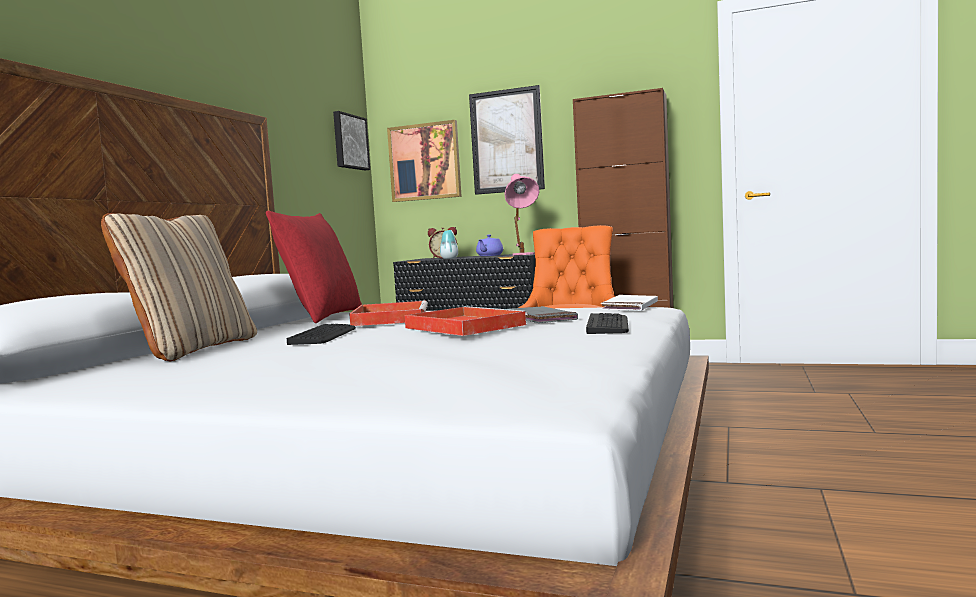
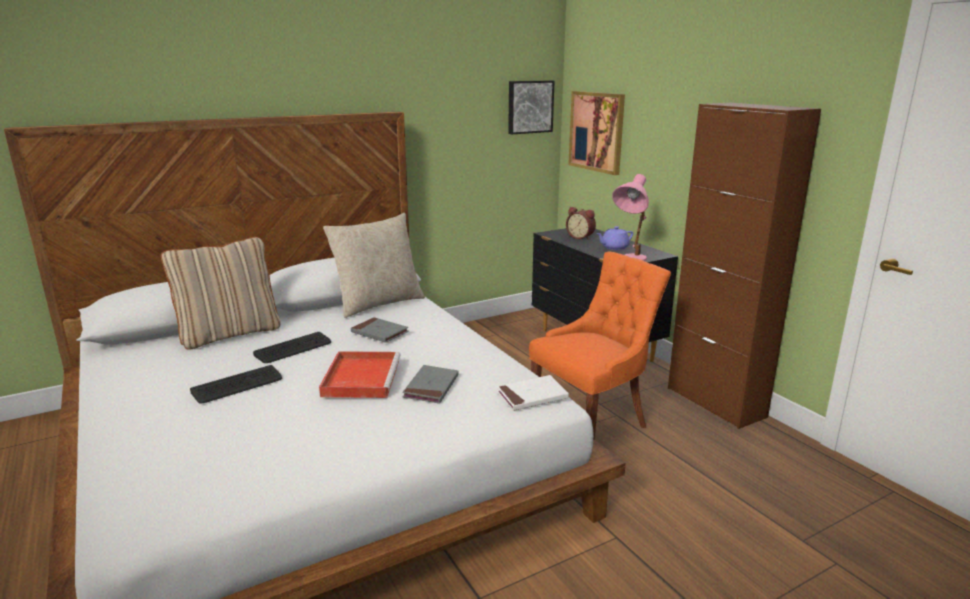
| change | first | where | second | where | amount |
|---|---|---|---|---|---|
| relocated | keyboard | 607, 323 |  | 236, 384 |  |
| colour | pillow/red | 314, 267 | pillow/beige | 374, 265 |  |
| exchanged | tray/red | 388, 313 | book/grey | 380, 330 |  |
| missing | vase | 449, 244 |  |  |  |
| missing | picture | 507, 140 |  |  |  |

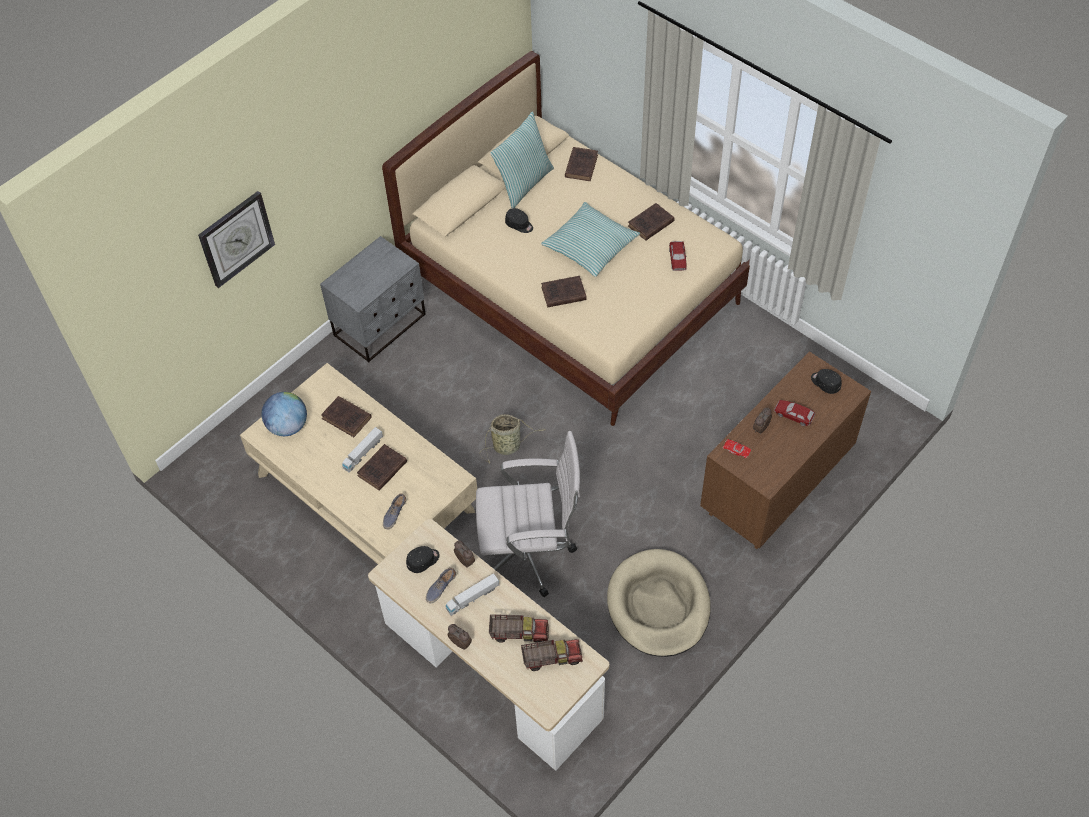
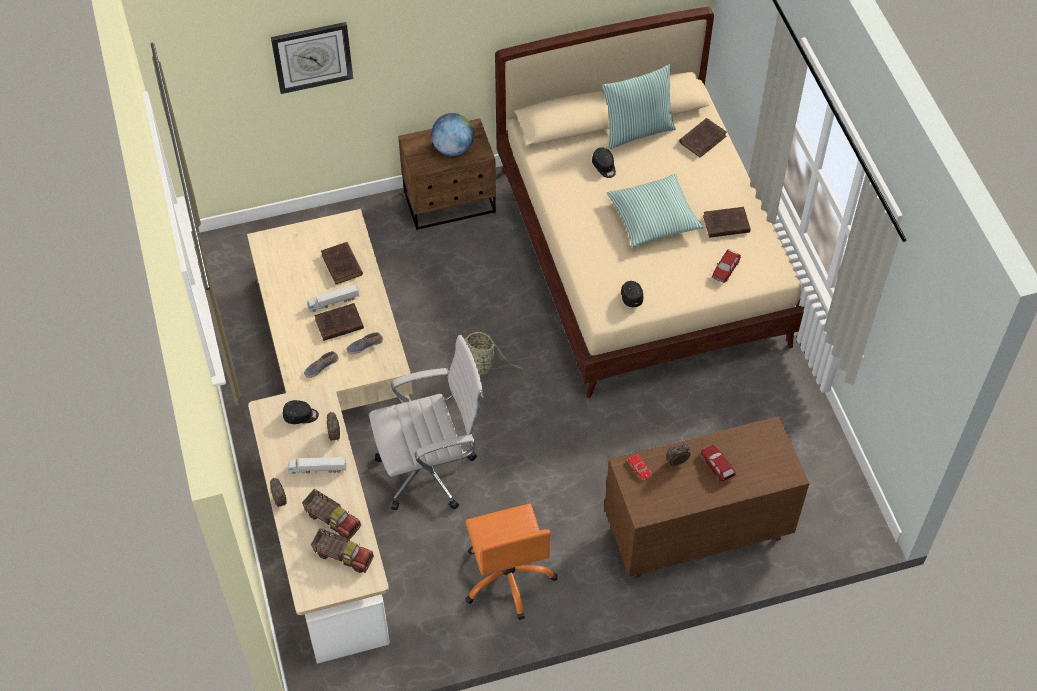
| change | first | where | second | where | amount |
|---|---|---|---|---|---|
| relocated | shoe | 441, 585 |  | 365, 343 |  |
| spun | office chair/white | 528, 514 |  | 426, 422 | 45 degrees counterclockwise |
| colour | nightstand/grey | 373, 299 | nightstand/brown | 447, 174 |  |
| relocated | globe | 284, 414 |  | 452, 134 |  |
| exchanged | dog bed/beige | 659, 603 | office chair/orange | 511, 561 |  |
| relocated | cap/black | 826, 381 |  | 632, 294 |  |
| missing | book/brown | 564, 292 |  |  |  |

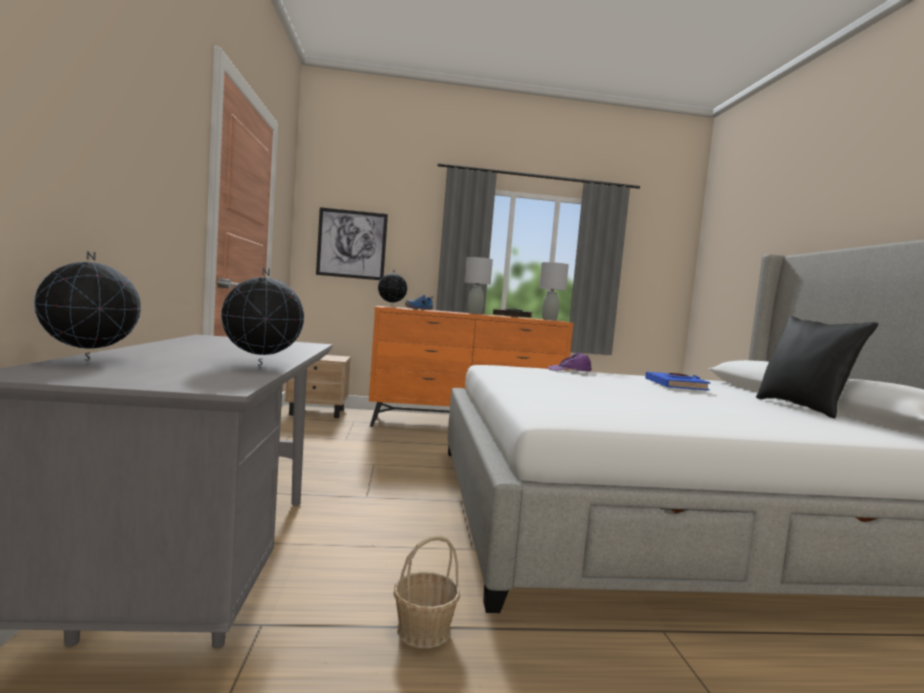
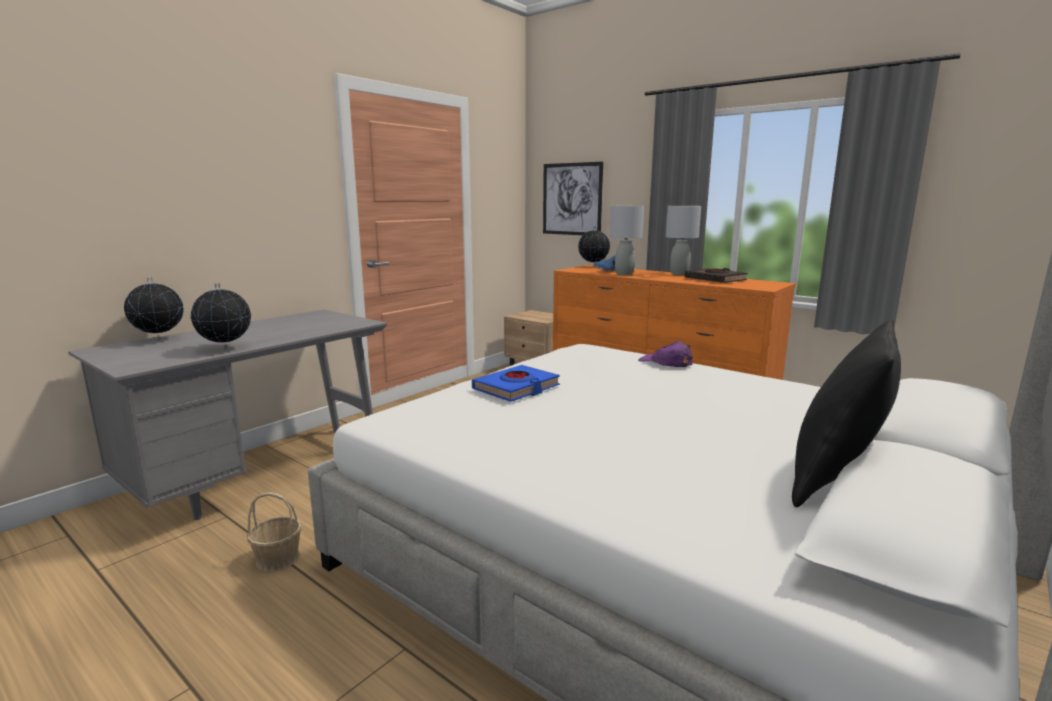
| change | first | where | second | where | amount |
|---|---|---|---|---|---|
| relocated | book/blue | 677, 381 |  | 516, 383 |  |
| relocated | table lamp/grey | 554, 291 |  | 627, 240 |  |

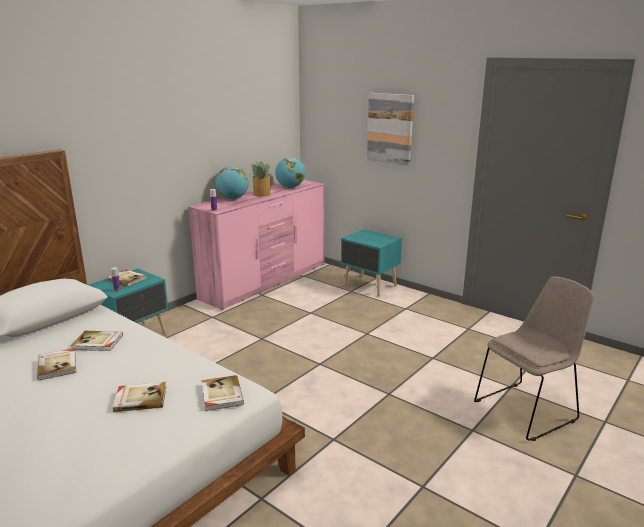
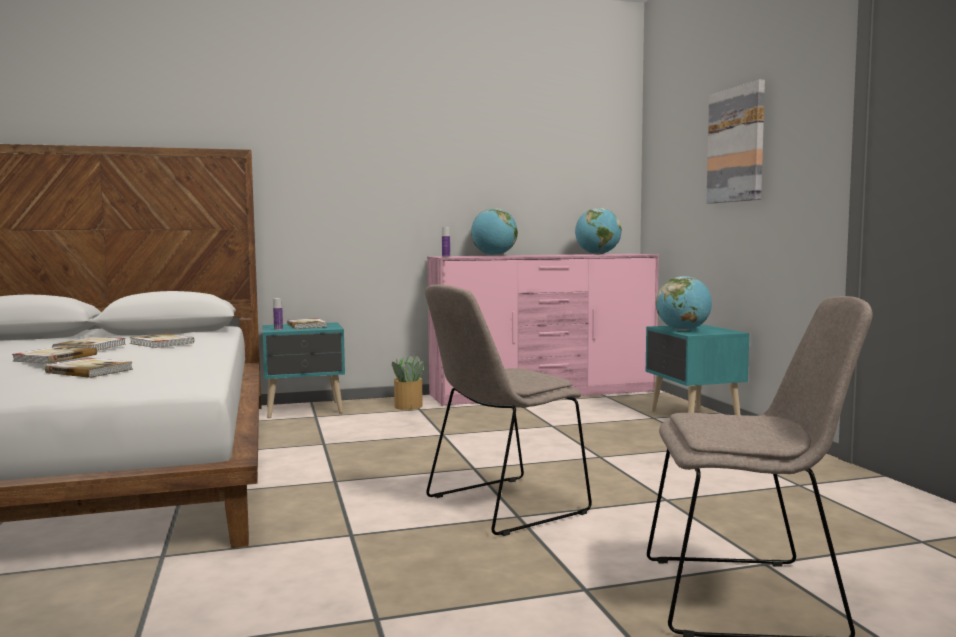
| change | first | where | second | where | amount |
|---|---|---|---|---|---|
| relocated | book | 222, 393 |  | 54, 355 |  |
| relocated | potted plant | 261, 179 |  | 408, 382 |  |
| appeared |  |  | chair/beige | 508, 410 |  |
| appeared |  |  | globe | 684, 303 |  |

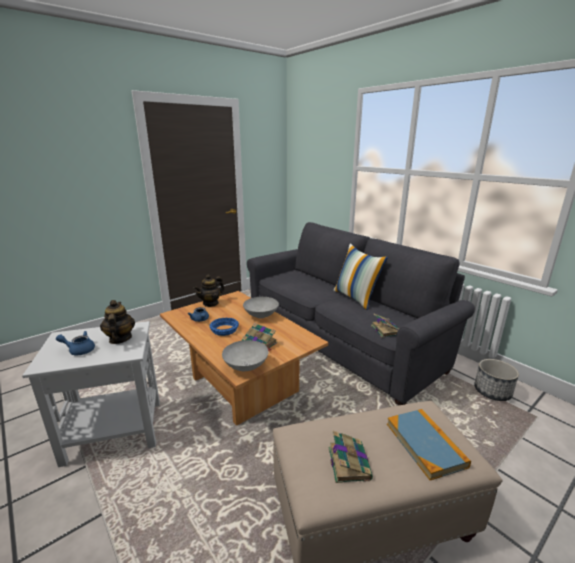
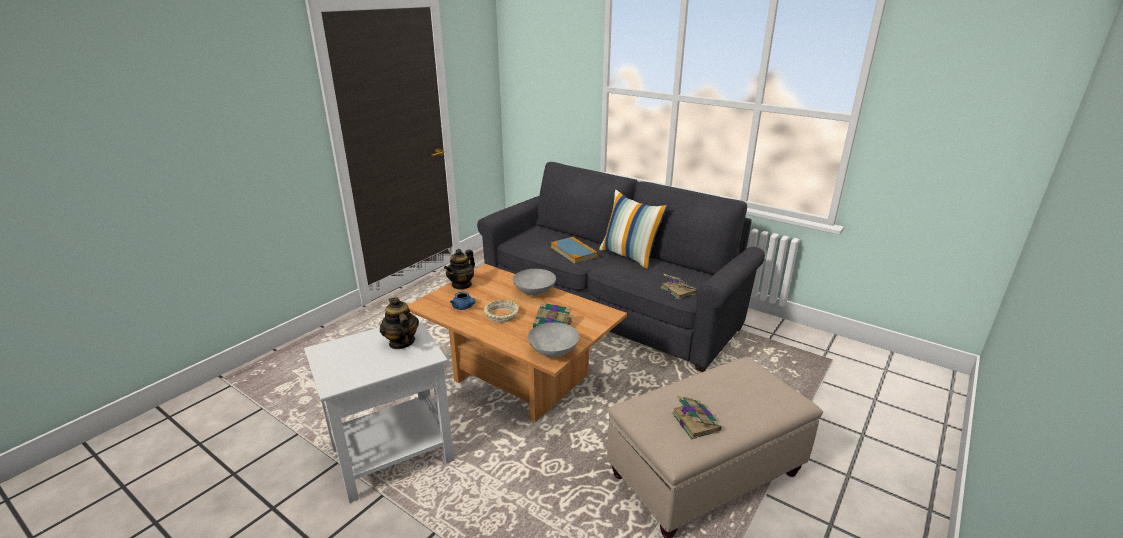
| change | first | where | second | where | amount |
|---|---|---|---|---|---|
| colour | bowl/blue | 224, 326 | bowl/beige | 501, 311 |  |
| relocated | book | 429, 444 |  | 574, 250 |  |
| missing | teapot/blue | 75, 343 |  |  |  |
| missing | planter | 496, 380 |  |  |  |

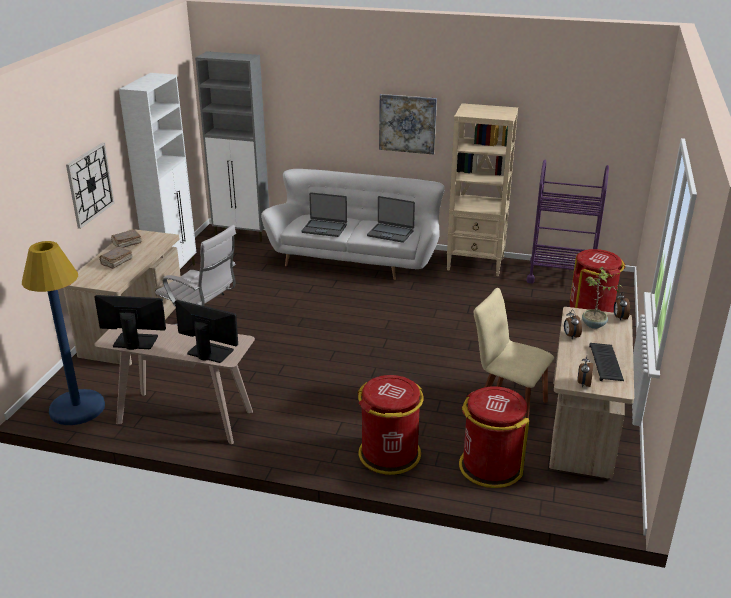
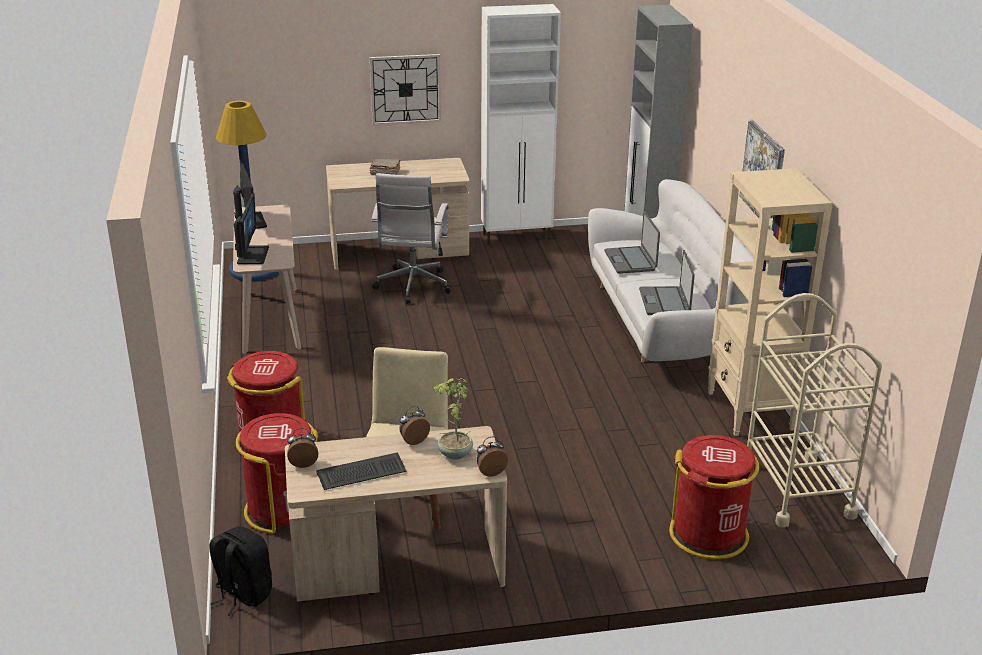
| change | first | where | second | where | amount |
|---|---|---|---|---|---|
| appeared |  |  | backpack/black | 240, 571 |  |
| colour | cart/purple | 567, 221 | cart/beige | 814, 410 |  |
| missing | book/brown | 126, 239 |  |  |  |

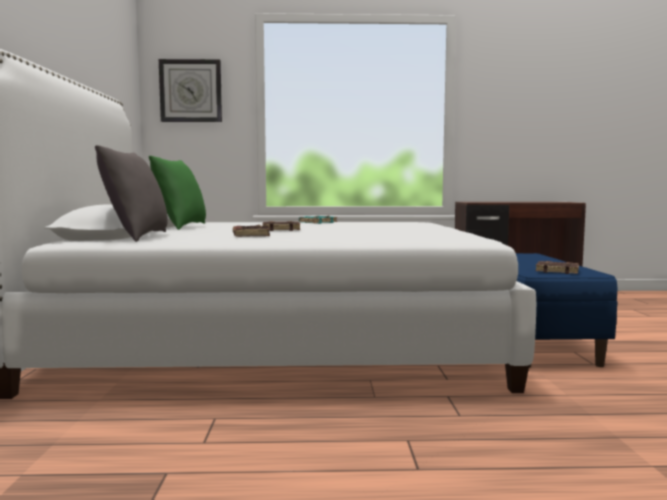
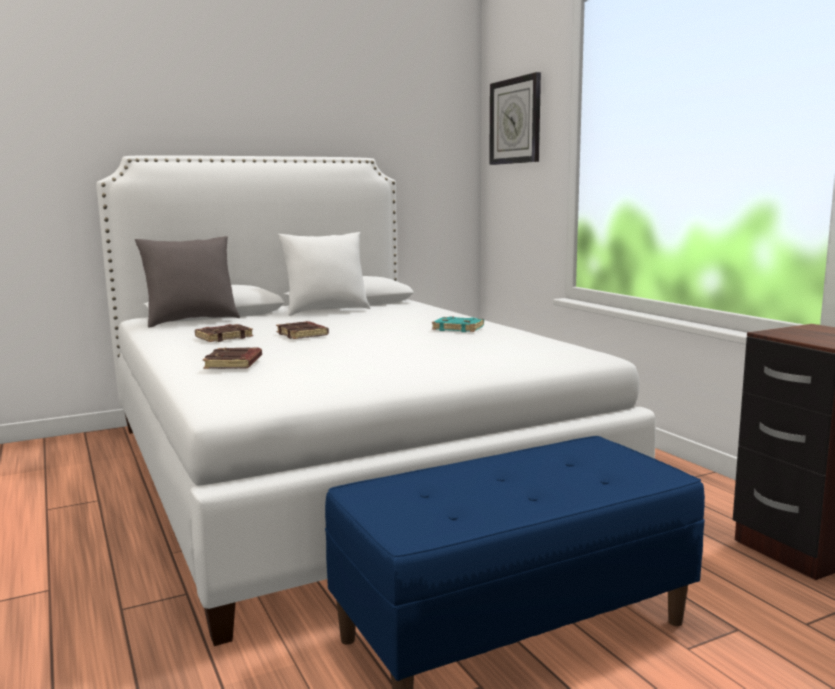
| change | first | where | second | where | amount |
|---|---|---|---|---|---|
| relocated | book/brown | 557, 267 |  | 232, 358 |  |
| colour | pillow/green | 177, 193 | pillow/white | 324, 274 |  |

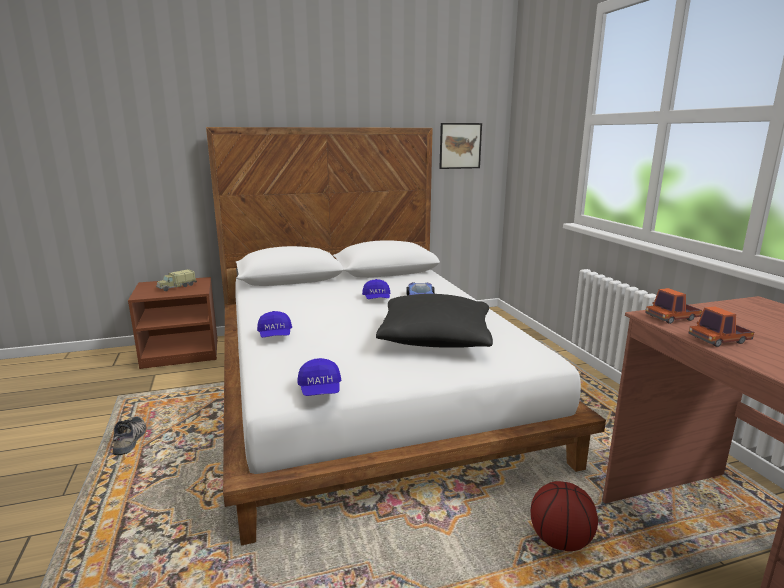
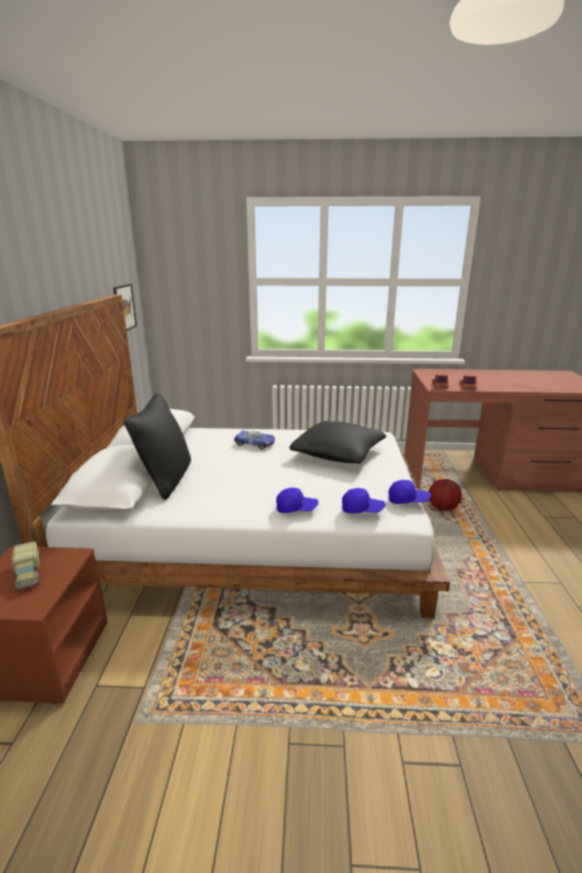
| change | first | where | second | where | amount |
|---|---|---|---|---|---|
| appeared |  |  | pillow/black | 157, 446 |  |
| relocated | cap/blue | 376, 289 |  | 364, 501 |  |
| missing | shoe | 129, 435 |  |  |  |

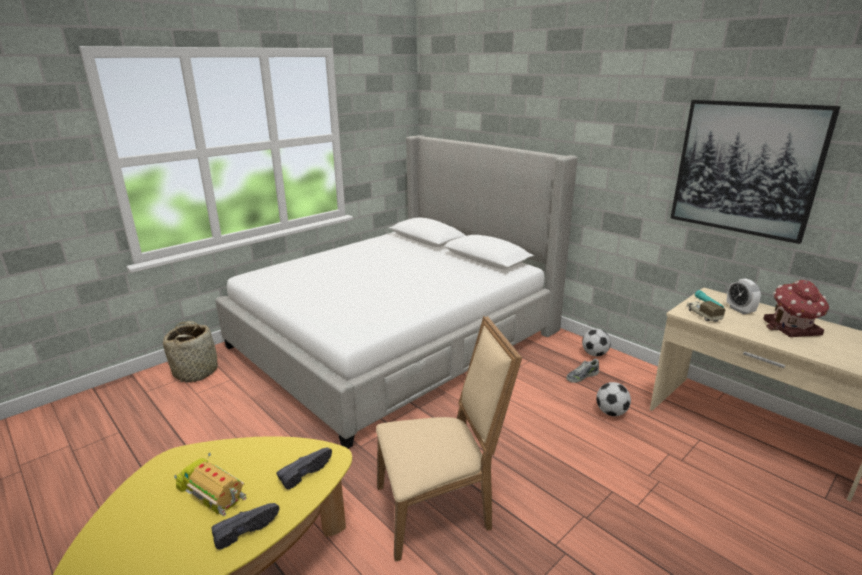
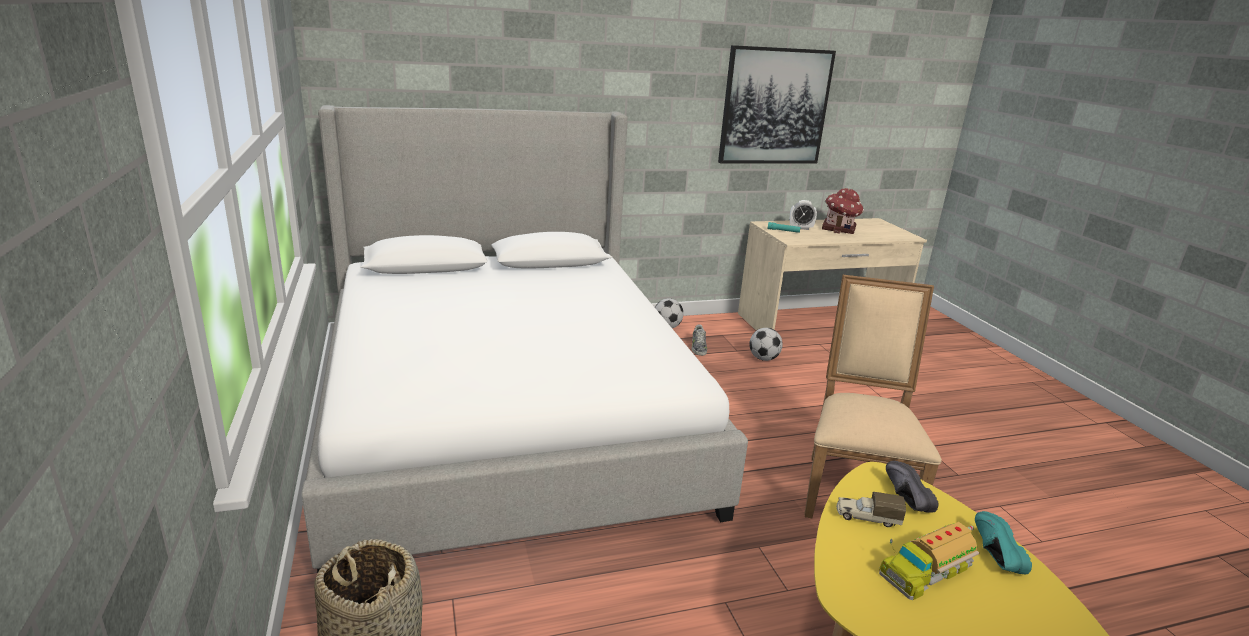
| change | first | where | second | where | amount |
|---|---|---|---|---|---|
| relocated | toy truck | 705, 311 |  | 871, 509 |  |
| colour | shoe/black | 245, 526 | shoe/turquoise | 1003, 542 |  |

